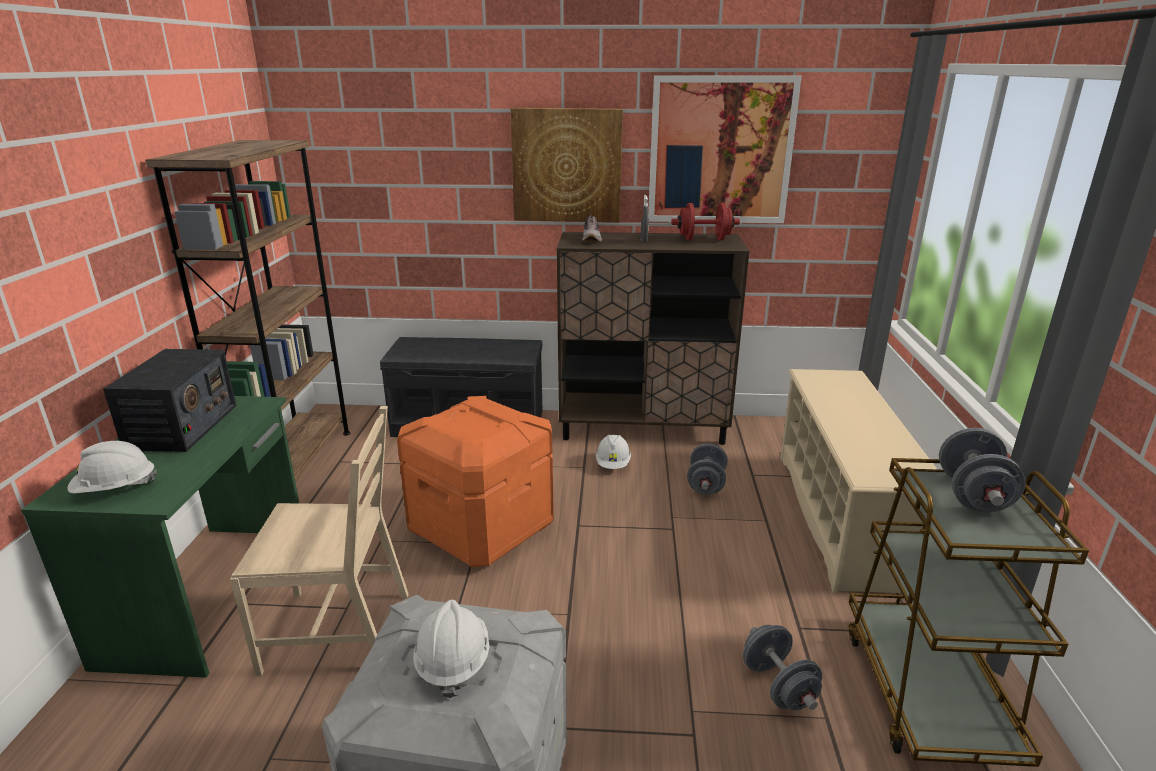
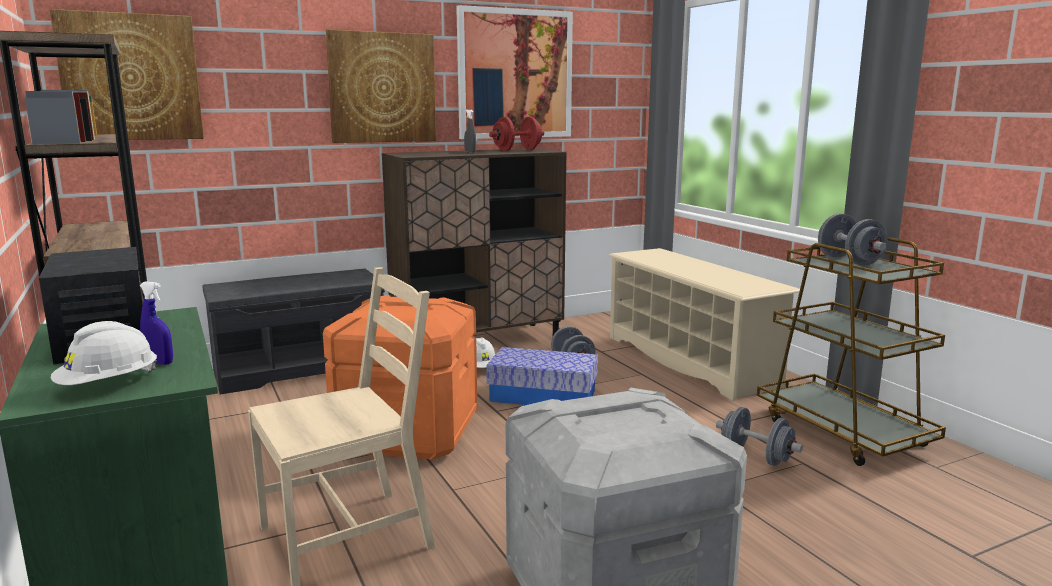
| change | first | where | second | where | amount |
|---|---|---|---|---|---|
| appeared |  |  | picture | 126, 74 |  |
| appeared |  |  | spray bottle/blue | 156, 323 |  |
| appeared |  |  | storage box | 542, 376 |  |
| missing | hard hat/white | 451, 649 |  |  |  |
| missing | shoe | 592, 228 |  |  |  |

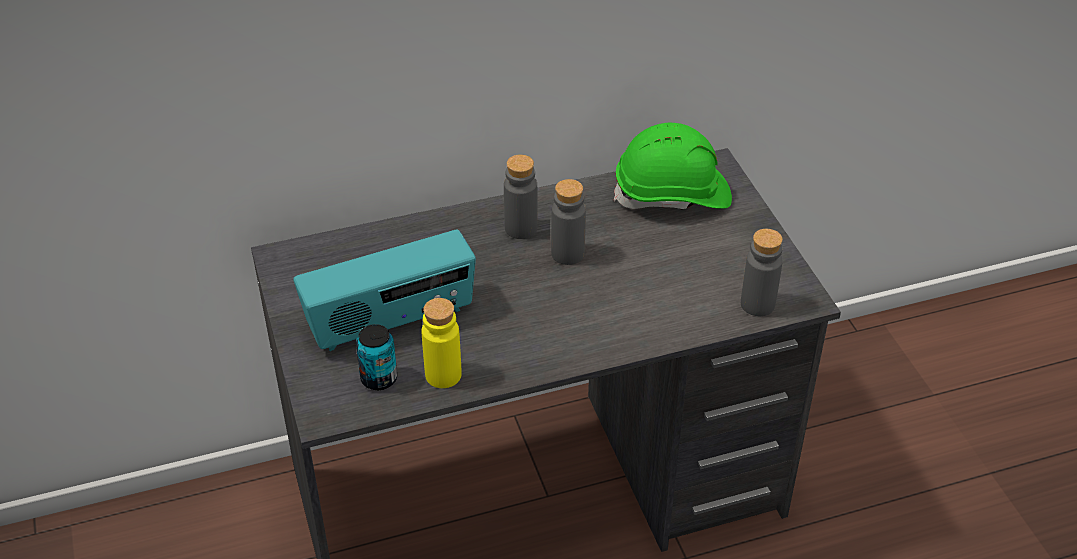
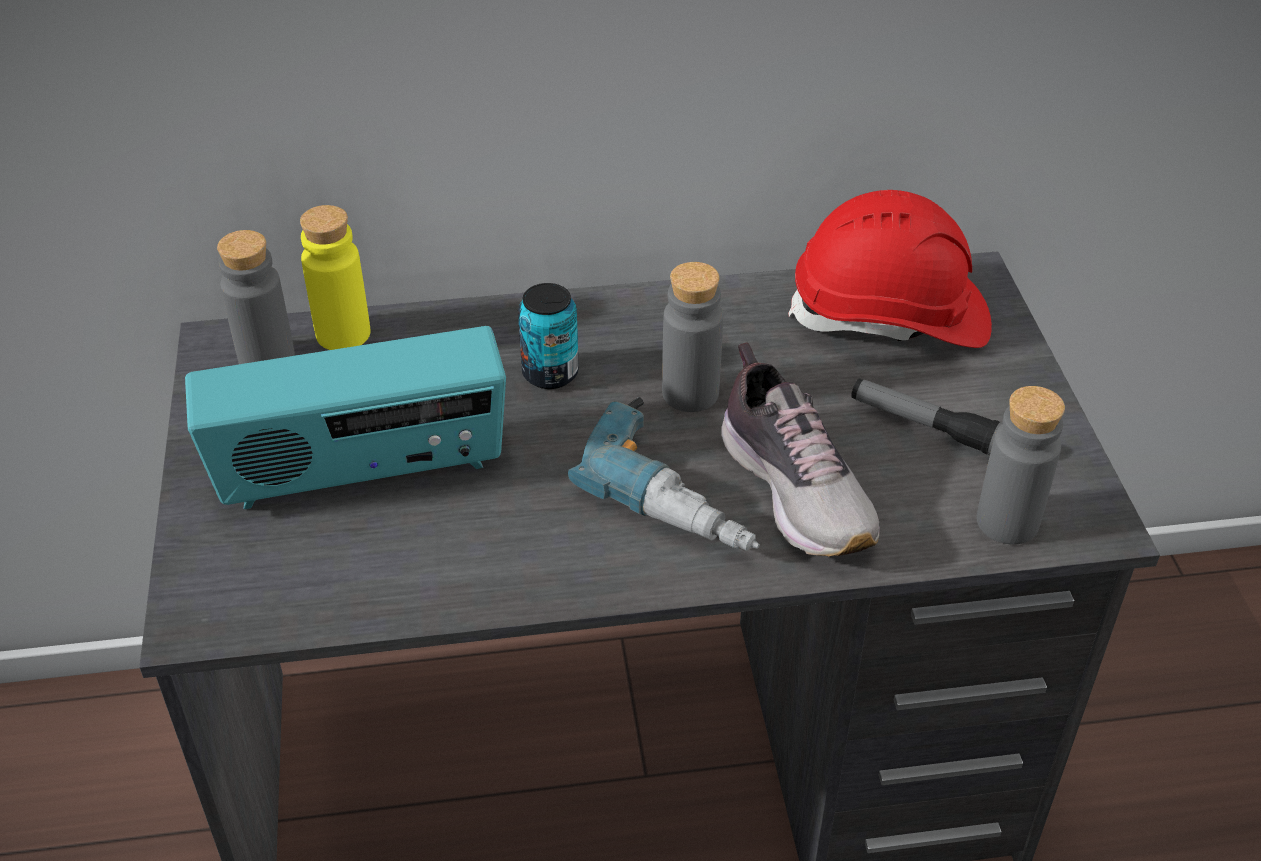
| change | first | where | second | where | amount |
|---|---|---|---|---|---|
| relocated | bottle/grey | 520, 196 |  | 256, 297 |  |
| relocated | bottle/yellow | 441, 343 |  | 335, 277 |  |
| relocated | can | 376, 357 |  | 548, 336 |  |
| appeared |  |  | power drill | 664, 474 |  |
| appeared |  |  | shoe | 800, 449 |  |
| colour | hard hat/green | 672, 166 | hard hat/red | 890, 269 |  |
| appeared |  |  | flashlight | 927, 416 |  |

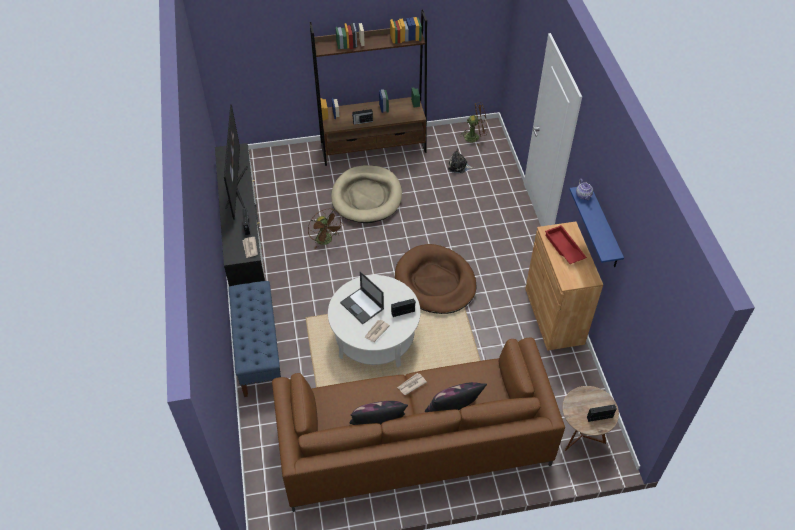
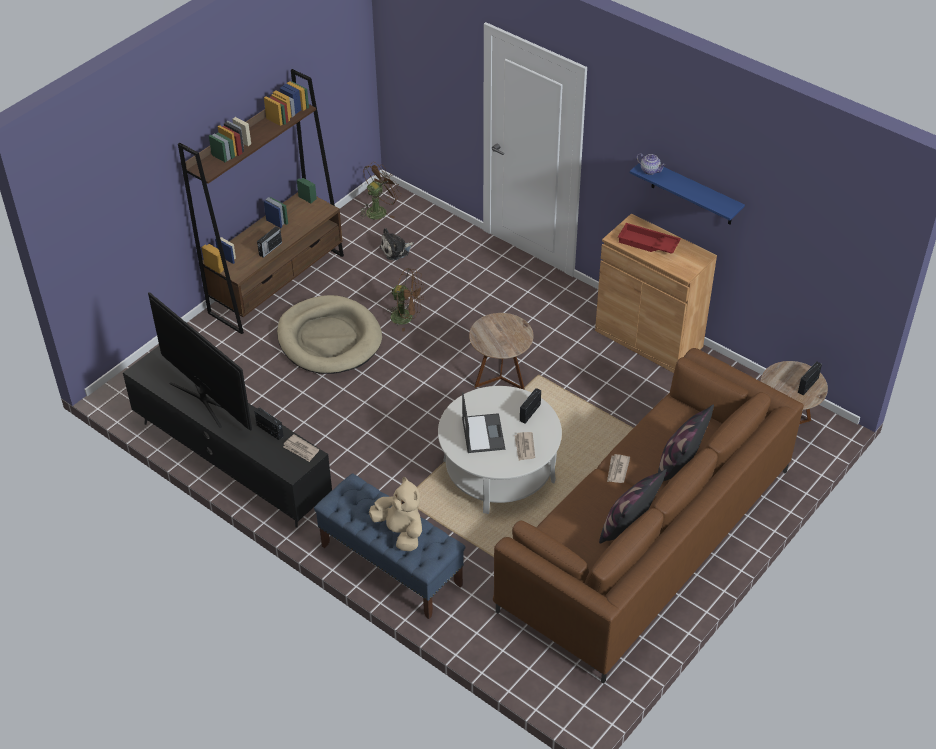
| change | first | where | second | where | amount |
|---|---|---|---|---|---|
| appeared |  |  | plush toy/beige | 395, 514 |  |
| relocated | fan/brown | 326, 229 |  | 405, 300 |  |
| spun | laptop | 362, 297 |  | 483, 422 | 105 degrees counterclockwise |
| exchanged | dog bed/brown | 436, 279 | side table/brown | 501, 351 |  |

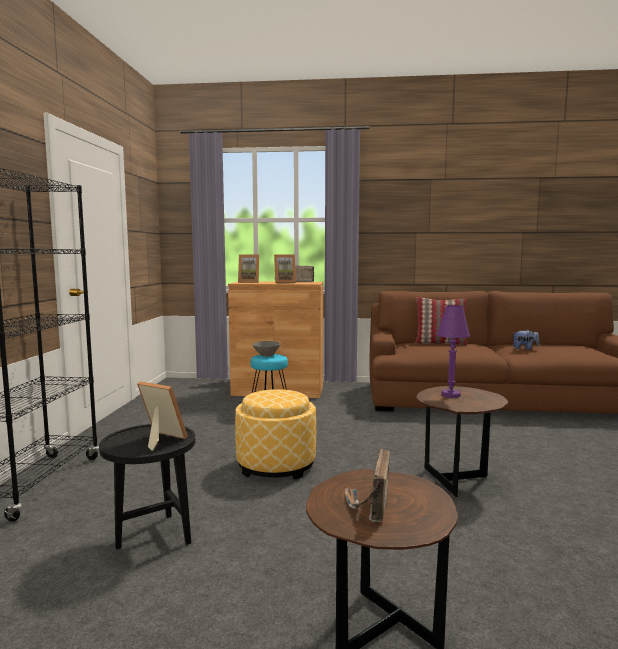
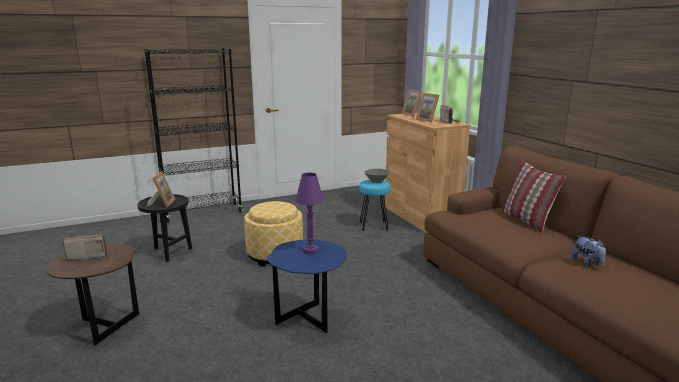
| change | first | where | second | where | amount |
|---|---|---|---|---|---|
| colour | side table/brown | 462, 441 | side table/blue | 307, 286 |  |

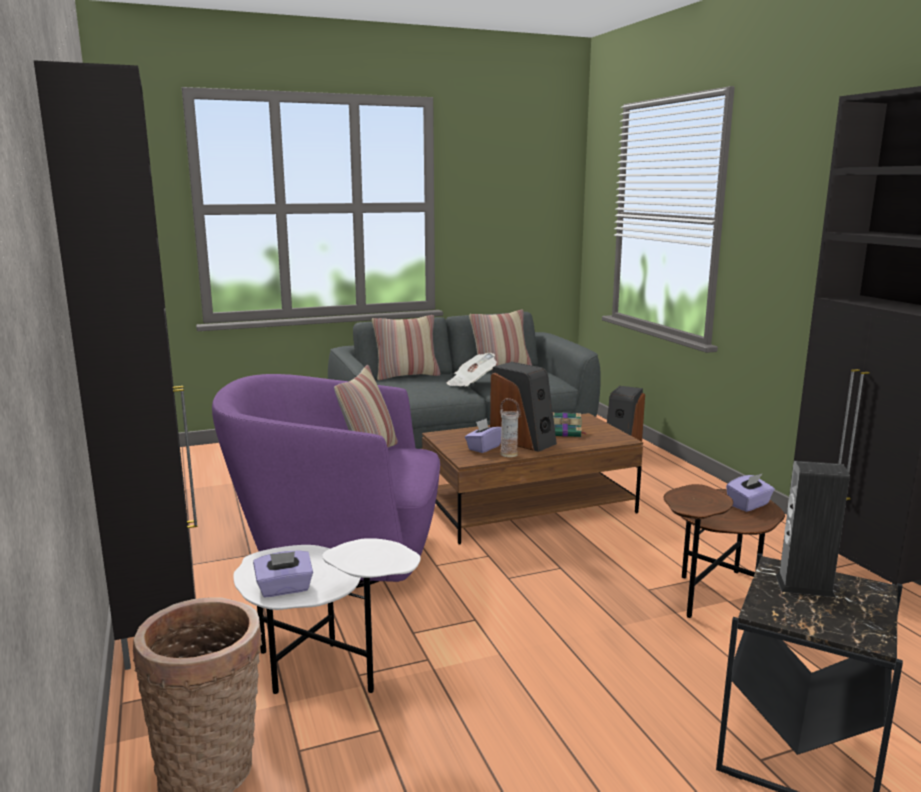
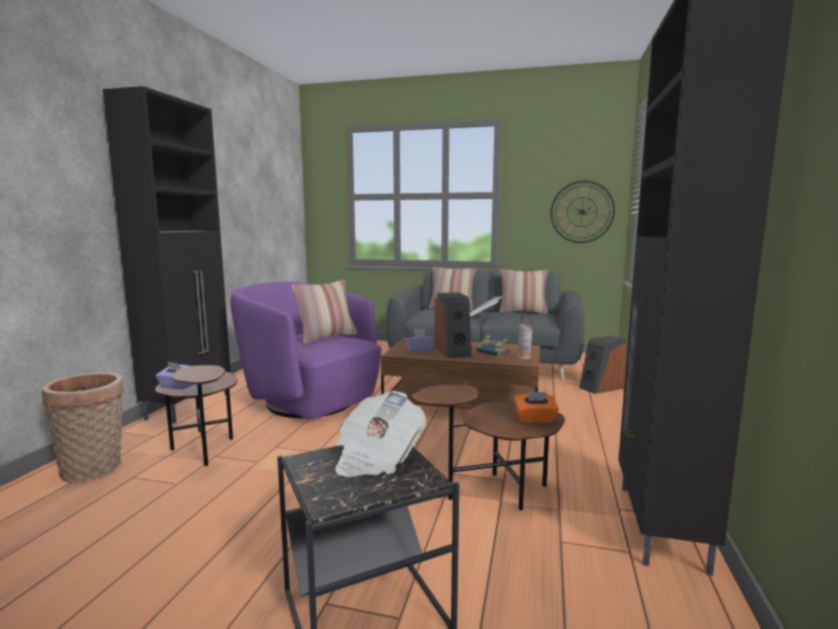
| change | first | where | second | where | amount |
|---|---|---|---|---|---|
| colour | side table/white | 327, 616 | side table/brown | 196, 415 |  |
| exchanged | speaker | 812, 529 | newspaper | 380, 434 |  |
| colour | tissue box/purple | 750, 492 | tissue box/orange | 536, 407 |  |
| relocated | vase | 510, 427 |  | 525, 336 |  |
| appeared |  |  | wall clock | 583, 211 |  |

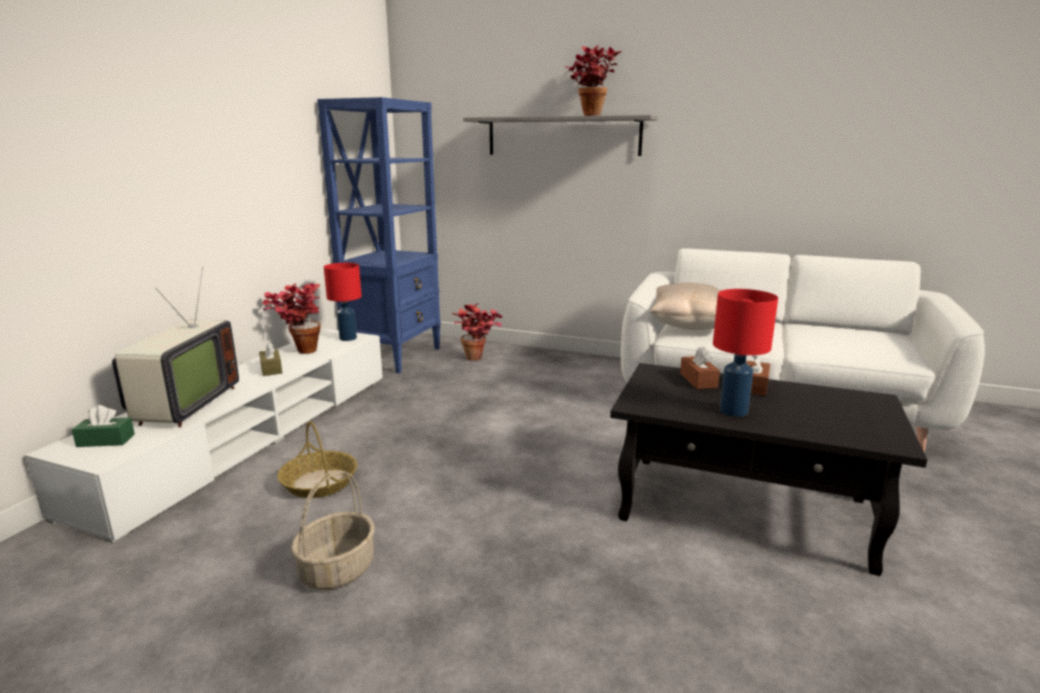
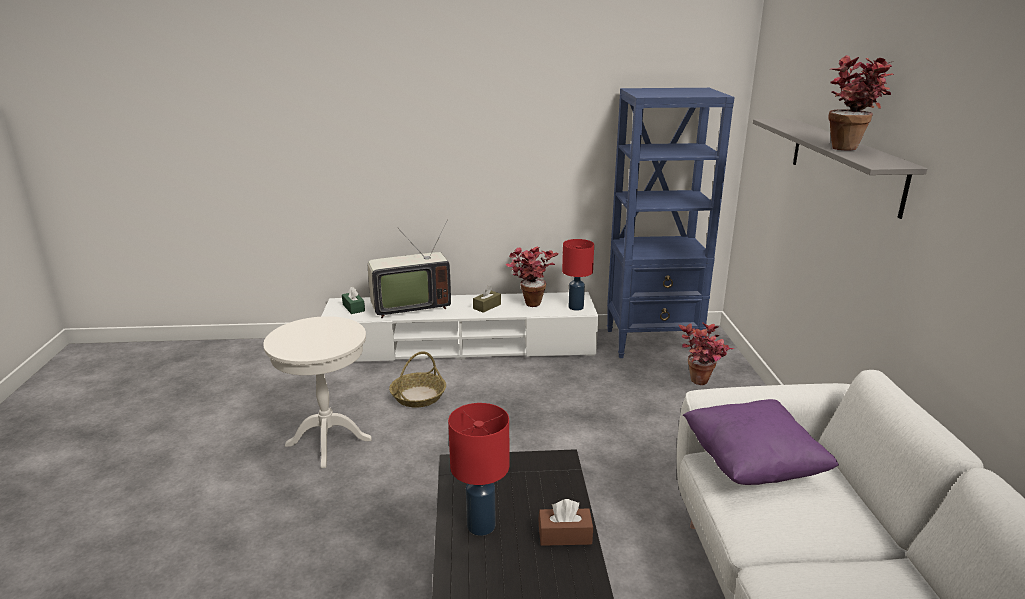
| change | first | where | second | where | amount |
|---|---|---|---|---|---|
| exchanged | basket | 332, 530 | side table/white | 317, 392 |  |
| colour | pillow/beige | 686, 306 | pillow/purple | 761, 442 |  |
| missing | tissue box/brown | 700, 367 |  |  |  |

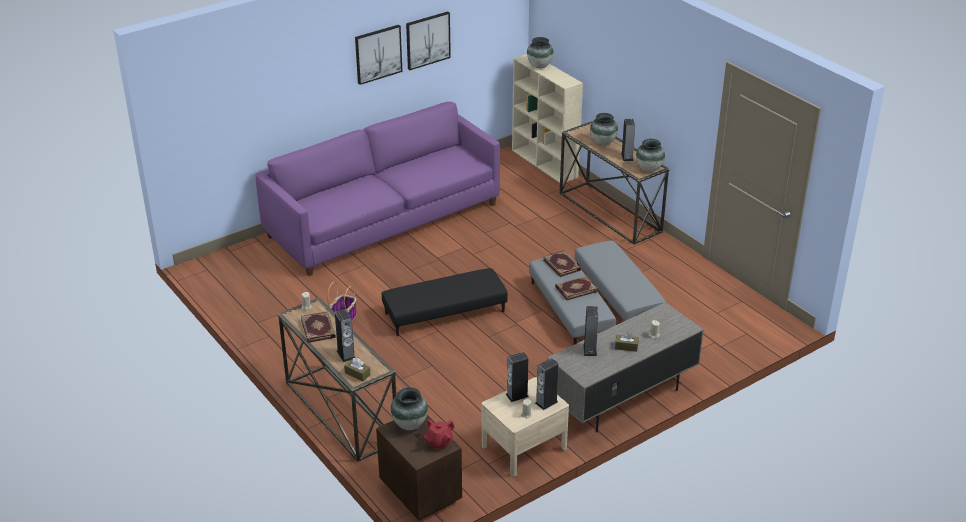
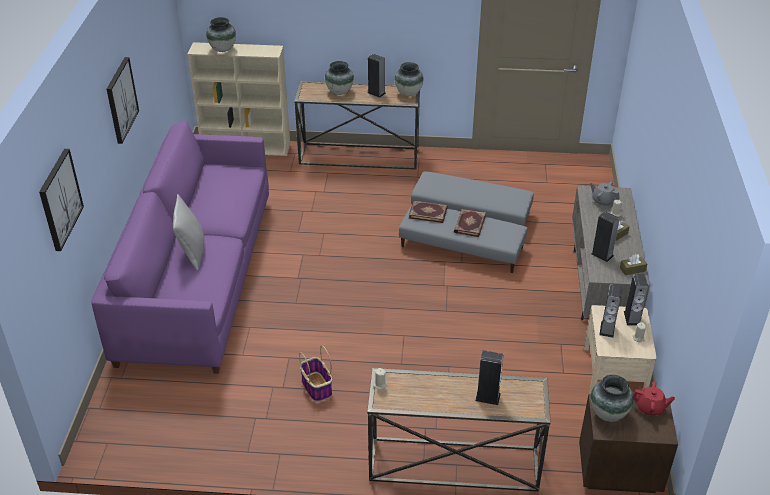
| change | first | where | second | where | amount |
|---|---|---|---|---|---|
| relocated | picture | 428, 41 |  | 61, 200 |  |
| appeared |  |  | pillow/grey | 188, 232 |  |
| appeared |  |  | teapot/grey | 605, 194 |  |
| relocated | tissue box/brown | 357, 369 |  | 633, 264 |  |
| spun | teapot/red | 439, 435 |  | 654, 398 | 75 degrees counterclockwise |
| missing | book | 318, 327 |  |  |  |
| missing | ottoman/black | 445, 302 |  |  |  |

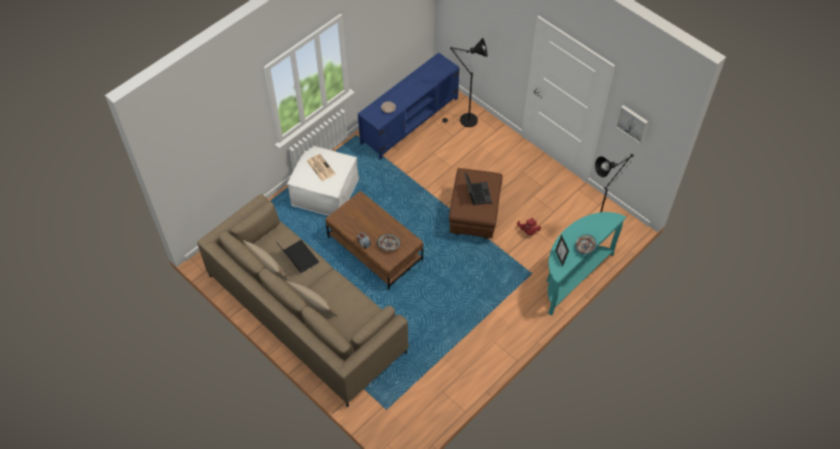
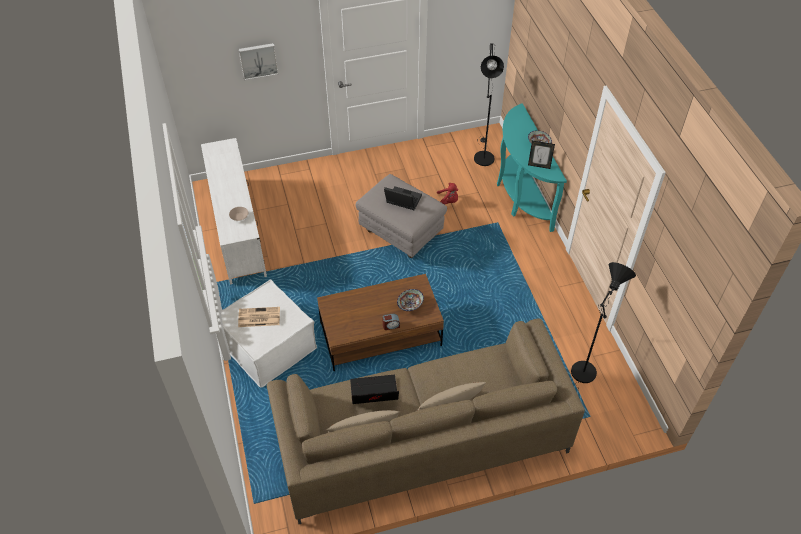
| change | first | where | second | where | amount |
|---|---|---|---|---|---|
| colour | tv stand/blue | 409, 106 | tv stand/white | 234, 211 |  |
| relocated | picture | 632, 124 |  | 259, 61 |  |
| colour | ottoman/brown | 476, 203 | ottoman/grey | 401, 216 |  |
| relocated | floor lamp/black | 464, 82 |  | 603, 326 |  |

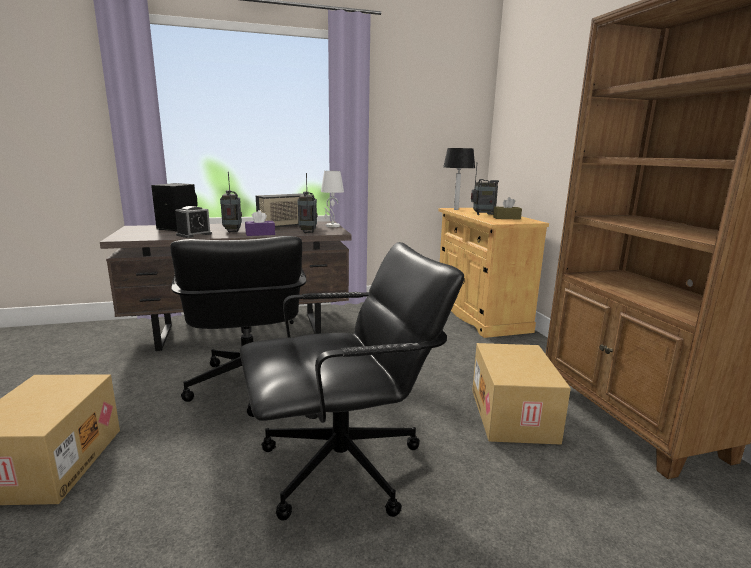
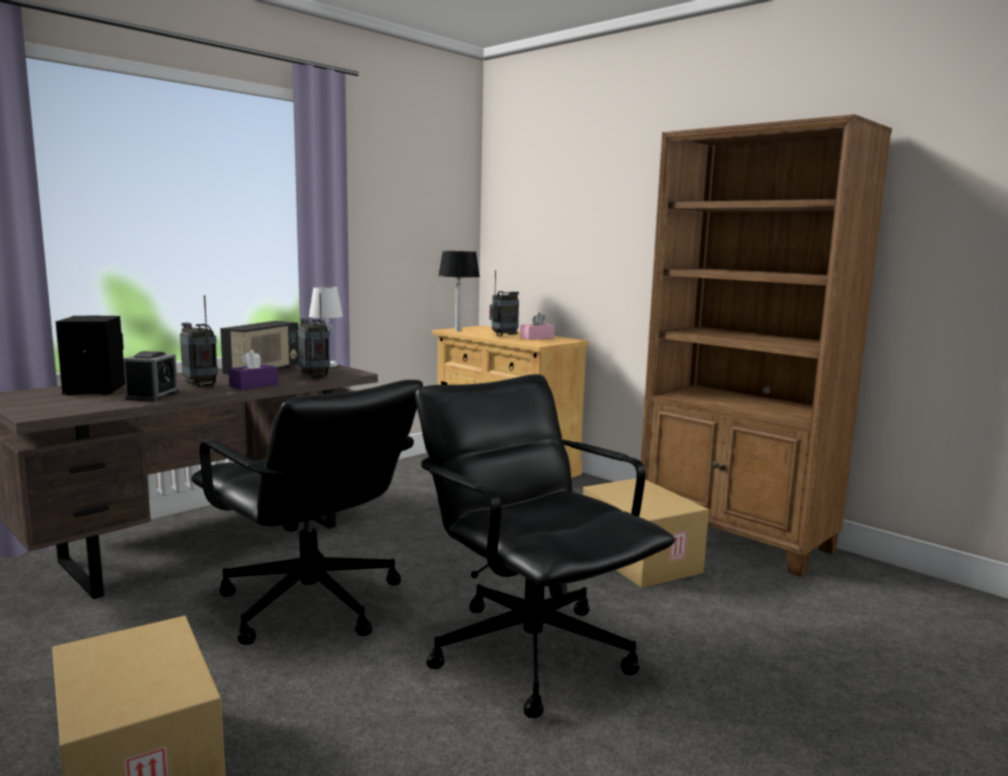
| change | first | where | second | where | amount |
|---|---|---|---|---|---|
| spun | office chair/black | 352, 381 |  | 545, 546 | 75 degrees counterclockwise |
| colour | tissue box/brown | 507, 208 | tissue box/pink | 537, 326 |  |

